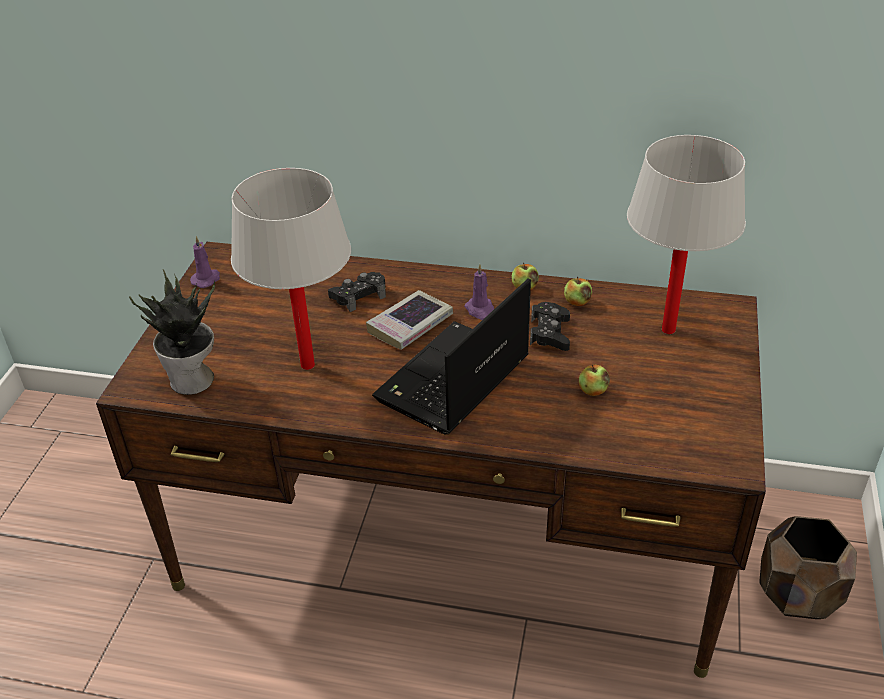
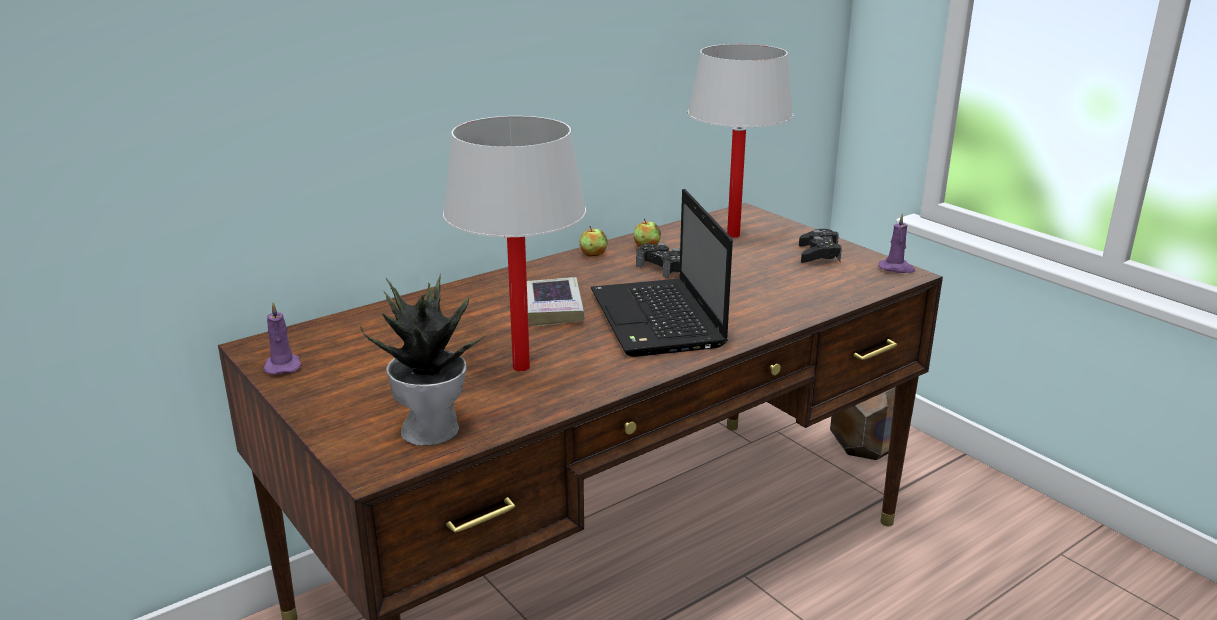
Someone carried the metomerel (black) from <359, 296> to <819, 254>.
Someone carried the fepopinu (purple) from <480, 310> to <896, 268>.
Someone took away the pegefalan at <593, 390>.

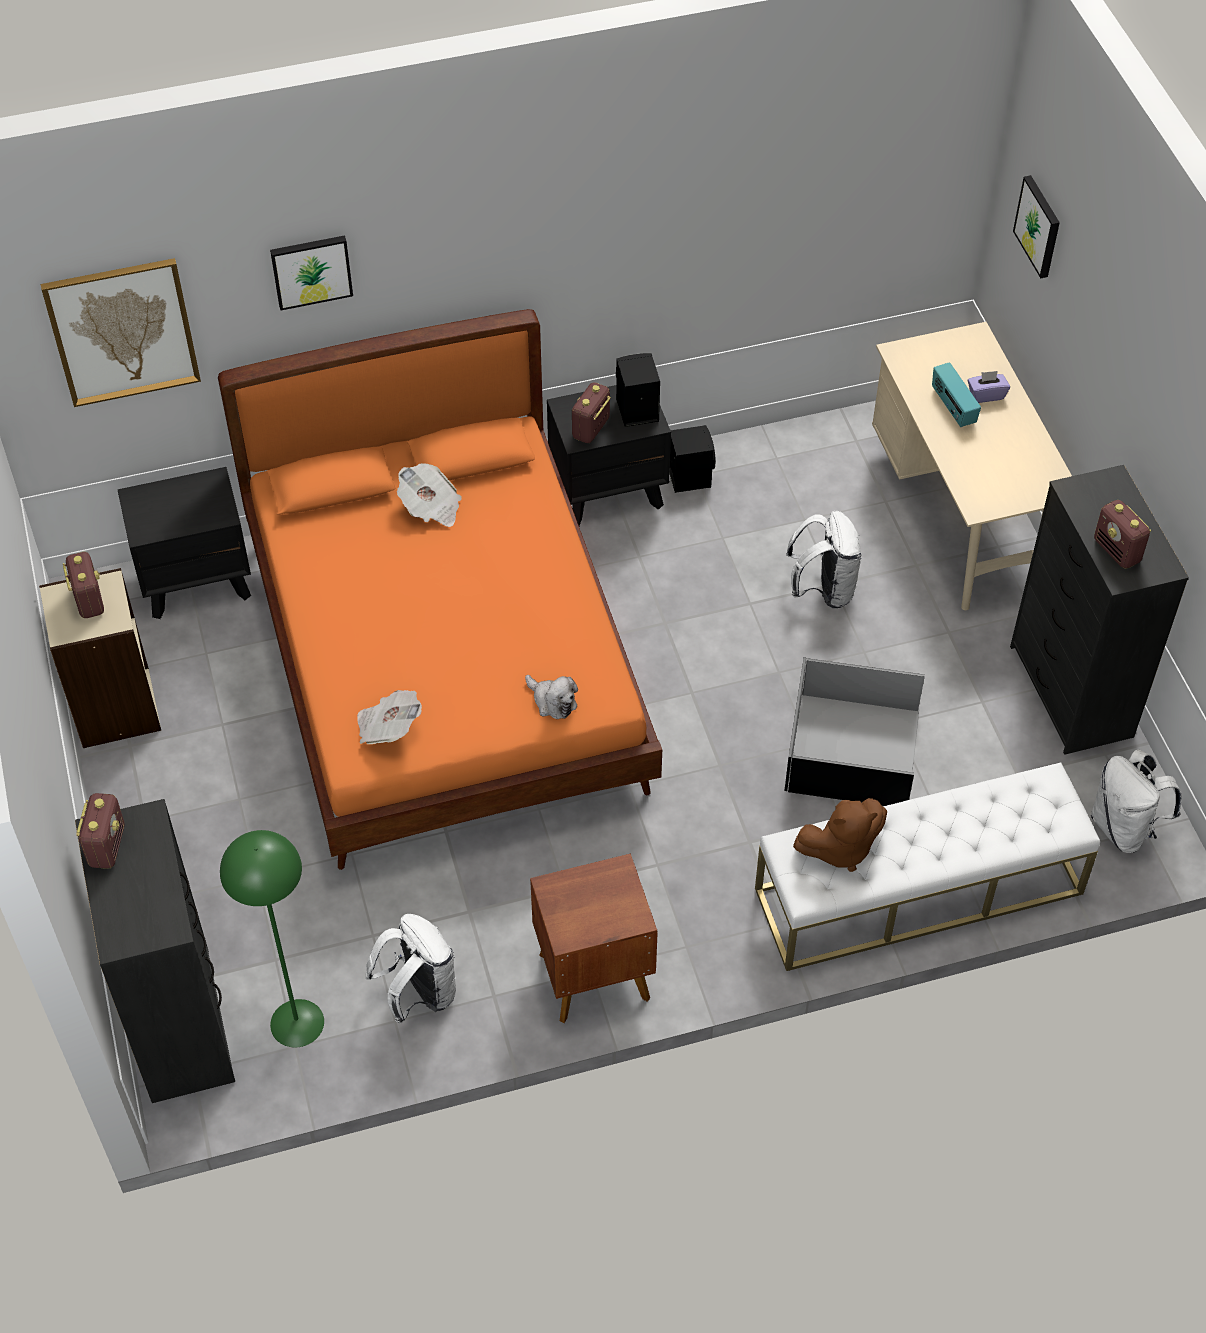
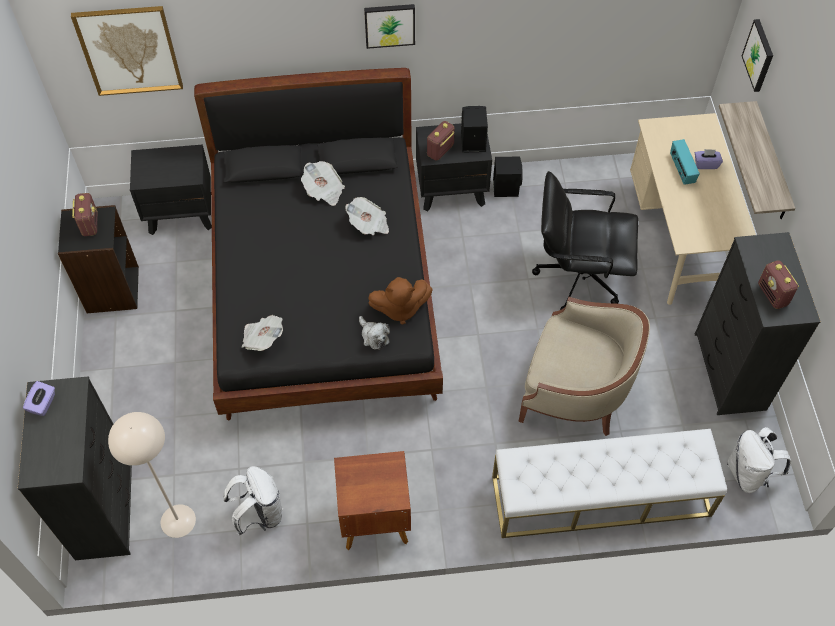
Someone repainted the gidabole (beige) at <114, 708>, which became the gidabole (black) at <112, 289>.
Someone swapped the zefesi at <107, 845> for the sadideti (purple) at <43, 404>.
Someone repainted the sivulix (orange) at <447, 666>, which became the sivulix (black) at <324, 292>.
Someone repainted the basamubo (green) at <296, 1023>, which became the basamubo (beige) at <177, 520>.
Someone carried the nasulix from <311, 270> to <389, 24>.
Someone swapped the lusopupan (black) at <852, 752> for the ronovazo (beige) at <575, 391>.
Someone swapped the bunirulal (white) at <823, 589> for the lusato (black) at <578, 276>.
Someone carried the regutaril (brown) from <840, 848> to <399, 308>.
Someone put down the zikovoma at <368, 224>.
Someone put up the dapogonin at <770, 164>.

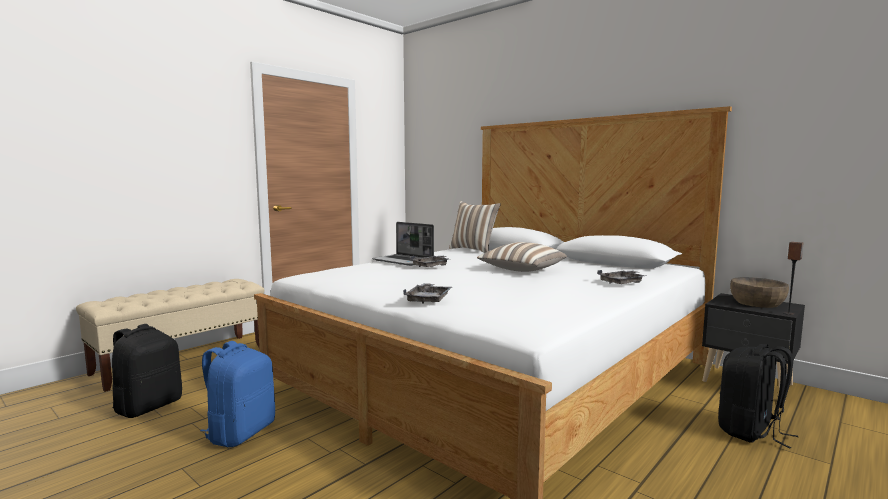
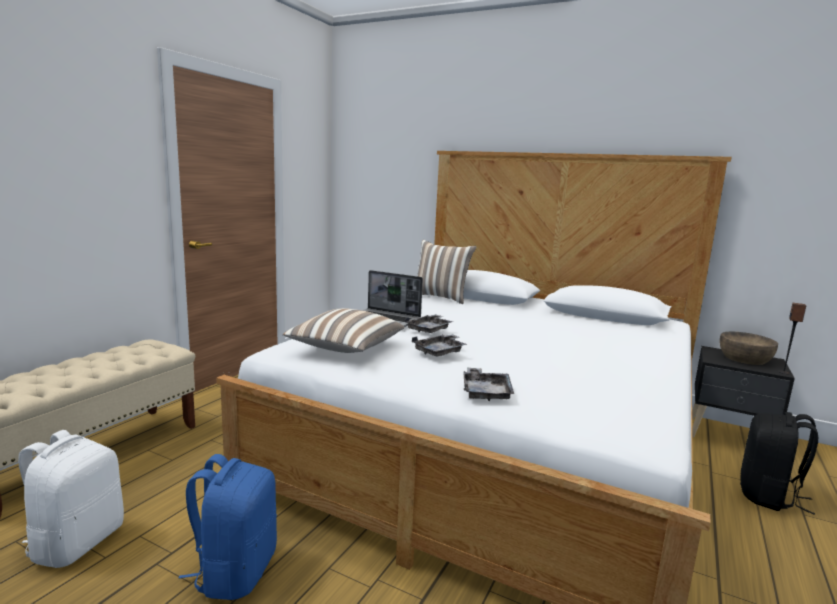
Someone repainted the bunirulal (black) at <149, 406>, which became the bunirulal (white) at <77, 542>.
Someone carried the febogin from <521, 270> to <345, 348>.
Someone carried the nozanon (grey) from <622, 283> to <440, 352>.

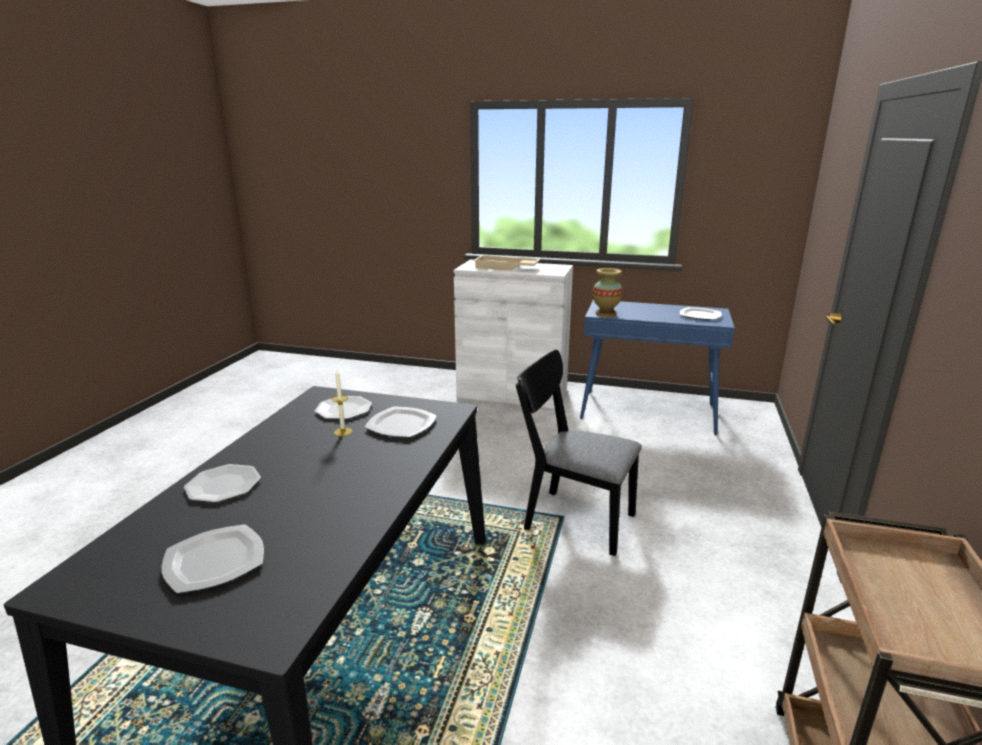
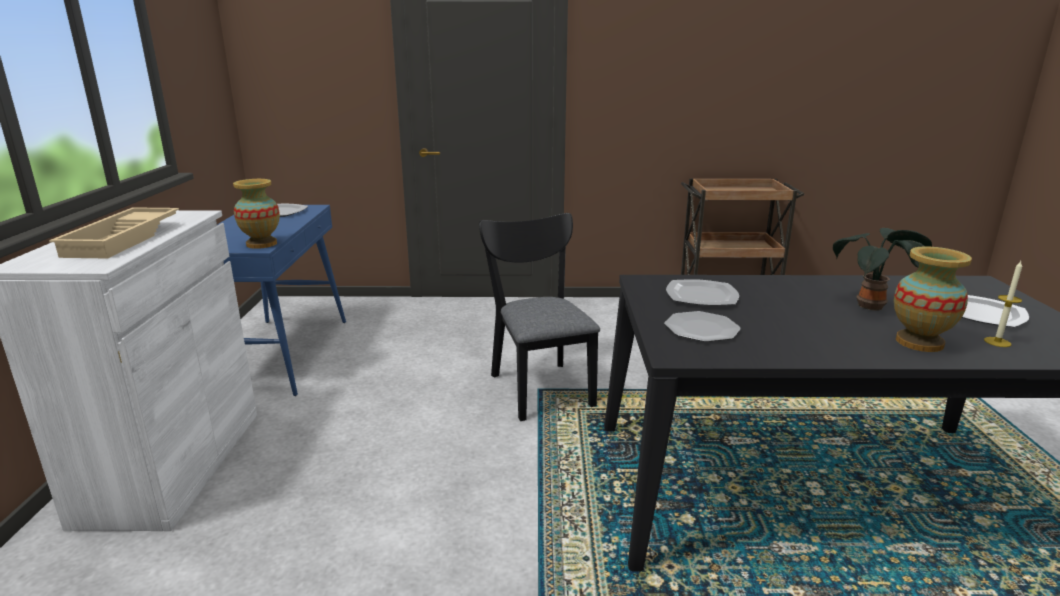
Someone swapped the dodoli at <223, 485> for the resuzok at <919, 343>.
Someone carried the fepopinu from <343, 432> to <997, 342>.
Someone rotated the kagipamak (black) at <571, 519> by 150 degrees clockwise.
Someone put down the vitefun at <873, 307>.

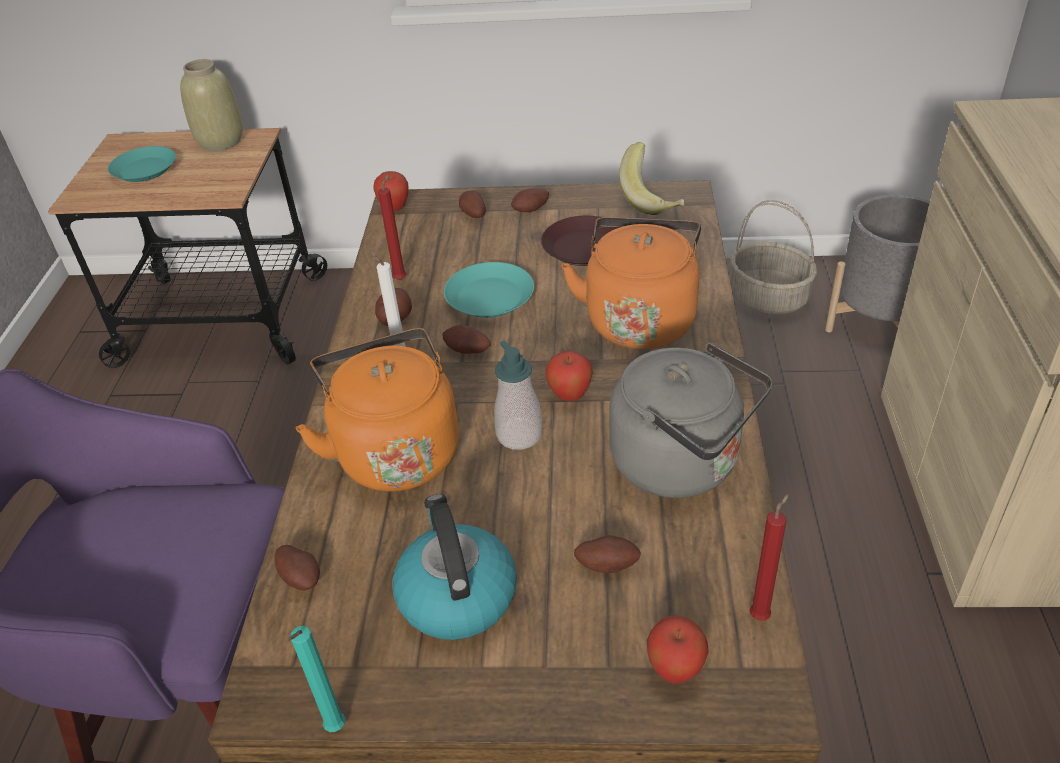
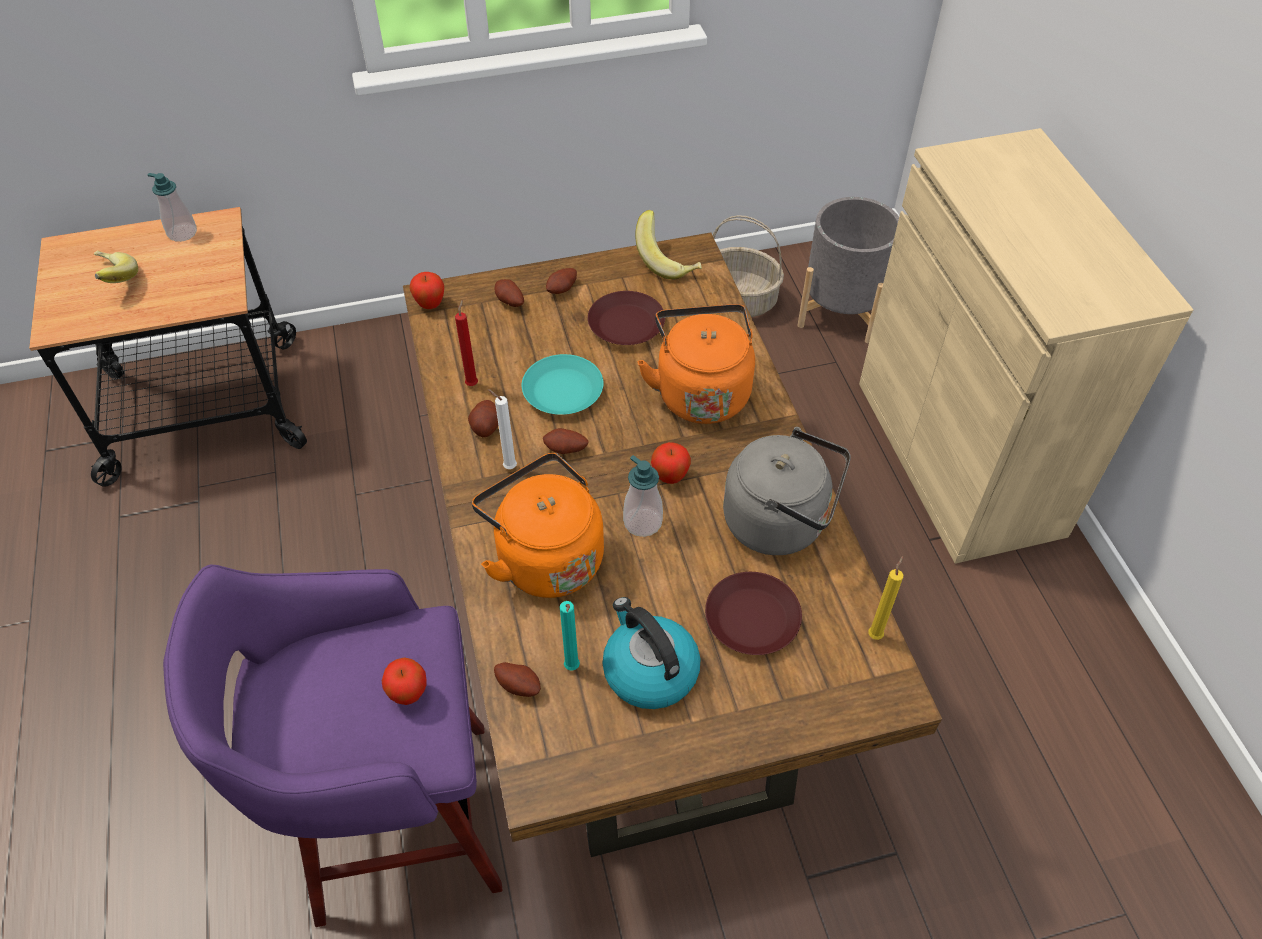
Someone swapped the dodoli (turquoise) at <145, 169> for the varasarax at <113, 280>.
Someone swapped the resuzok (beige) at <221, 142> for the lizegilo at <182, 233>.
Someone carried the fepopinu (turquoise) from <334, 730> to <572, 669>.
Someone swapped the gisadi at <607, 564> for the dodoli (brown) at <753, 619>.
Someone carried the pegefalan from <675, 670> to <409, 694>.
Someone repainted the fepopinu (red) at <761, 614>, which became the fepopinu (yellow) at <875, 634>.

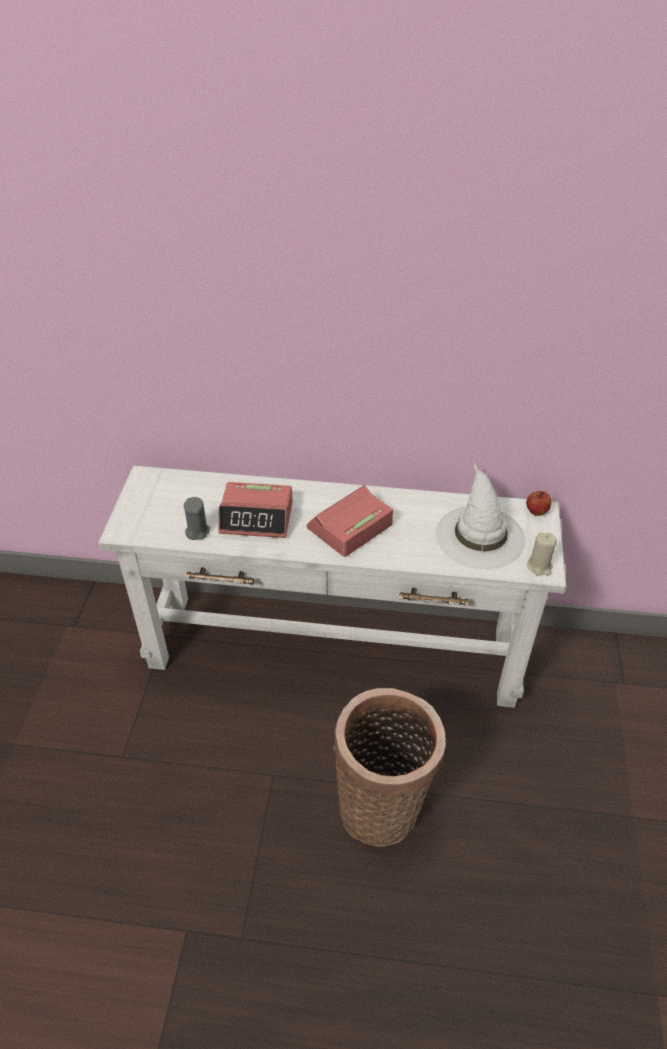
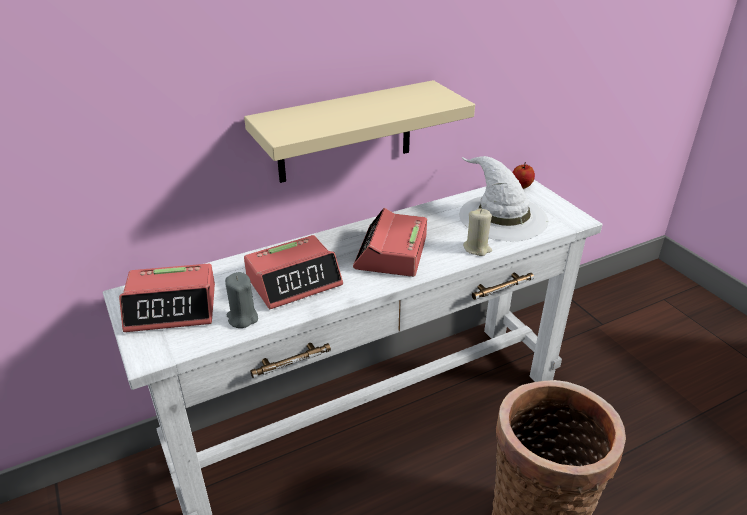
Someone carried the fepopinu (beige) from <539, 566> to <477, 248>.
Someone put down the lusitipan at <172, 307>.
Someone put up the dapogonin (beige) at <345, 132>.

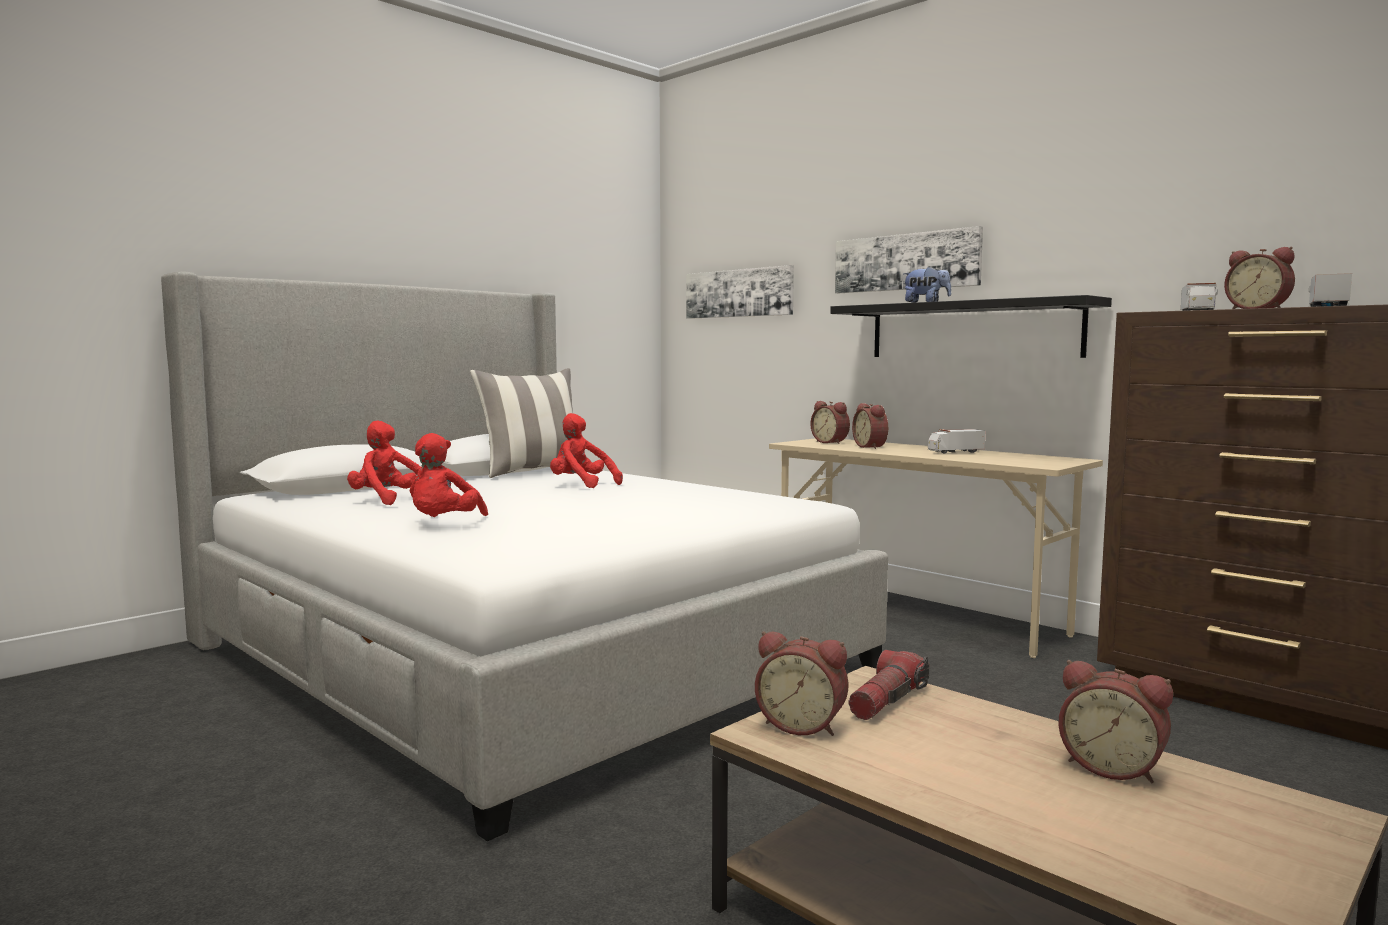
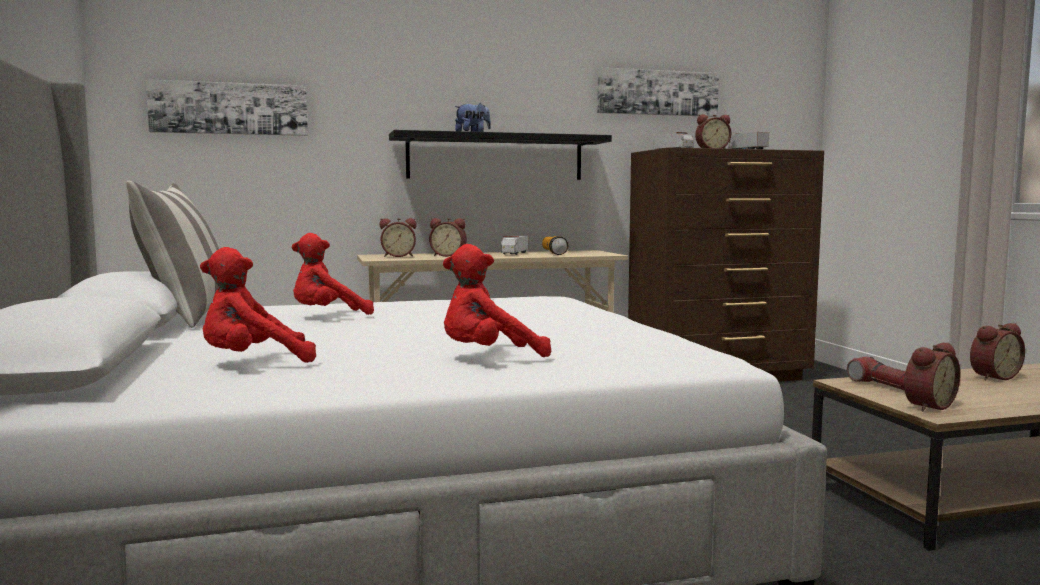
Someone rotated the regutaril (red) at <443, 525> by 120 degrees clockwise.
Someone carried the nasulix from <906, 262> to <657, 93>.
Someone put down the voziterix at <553, 253>.

